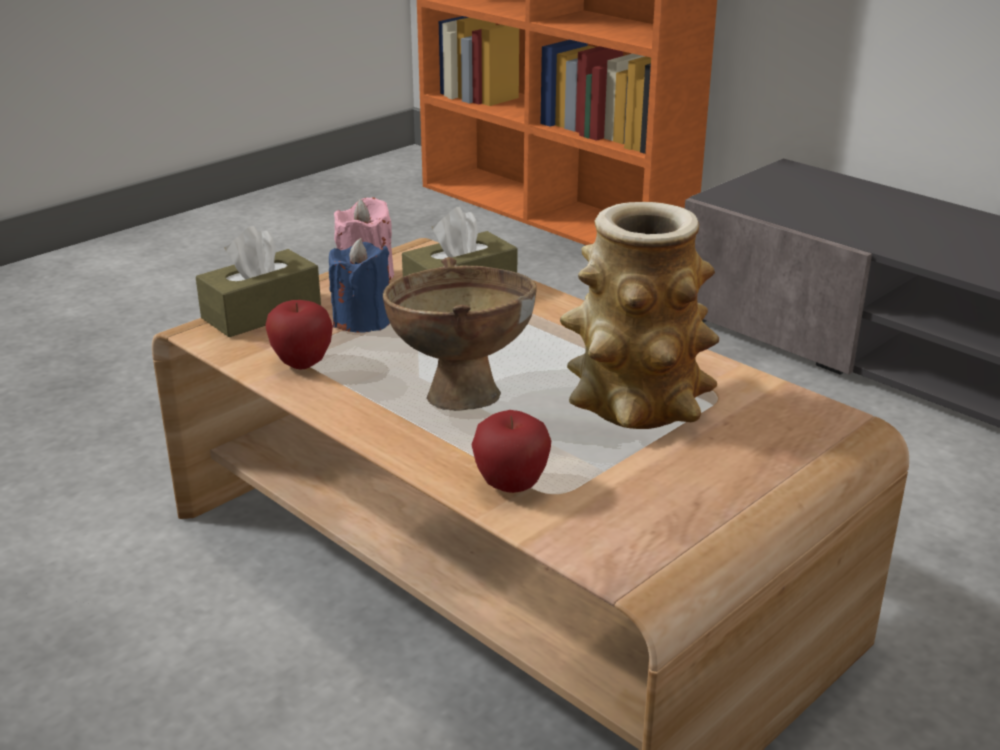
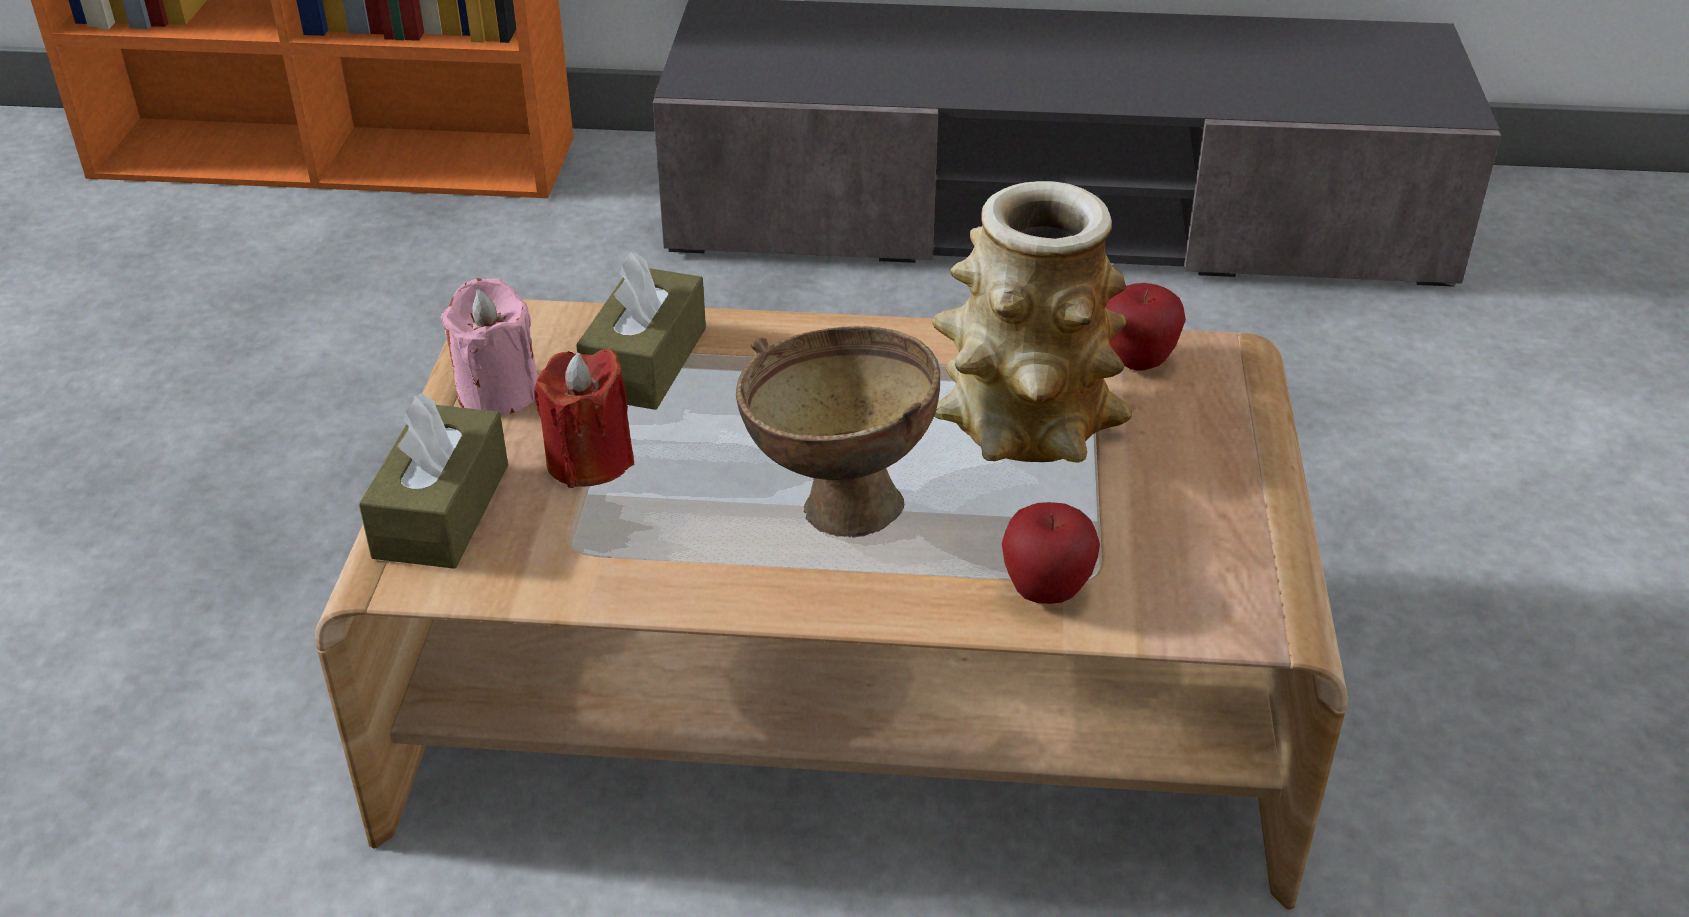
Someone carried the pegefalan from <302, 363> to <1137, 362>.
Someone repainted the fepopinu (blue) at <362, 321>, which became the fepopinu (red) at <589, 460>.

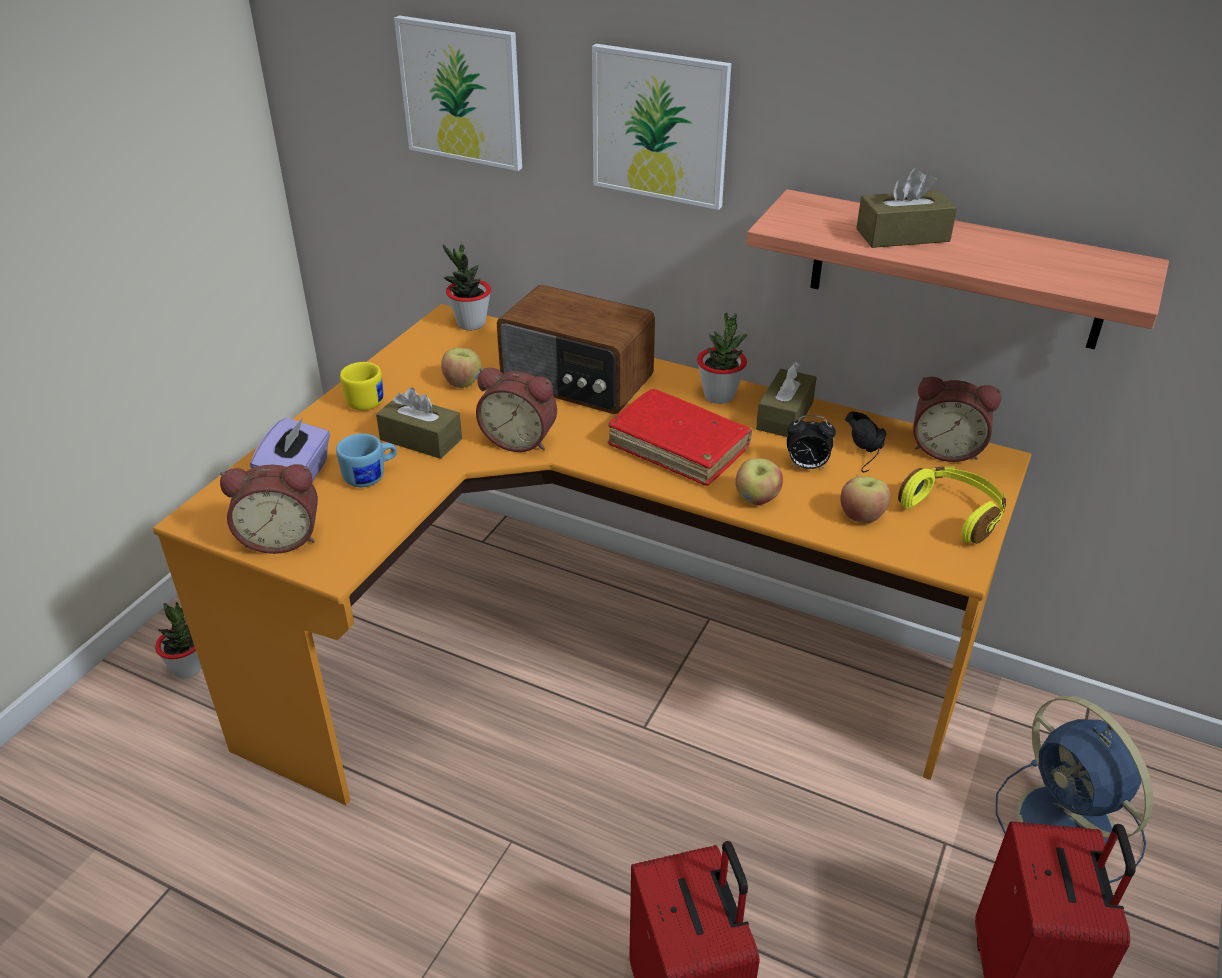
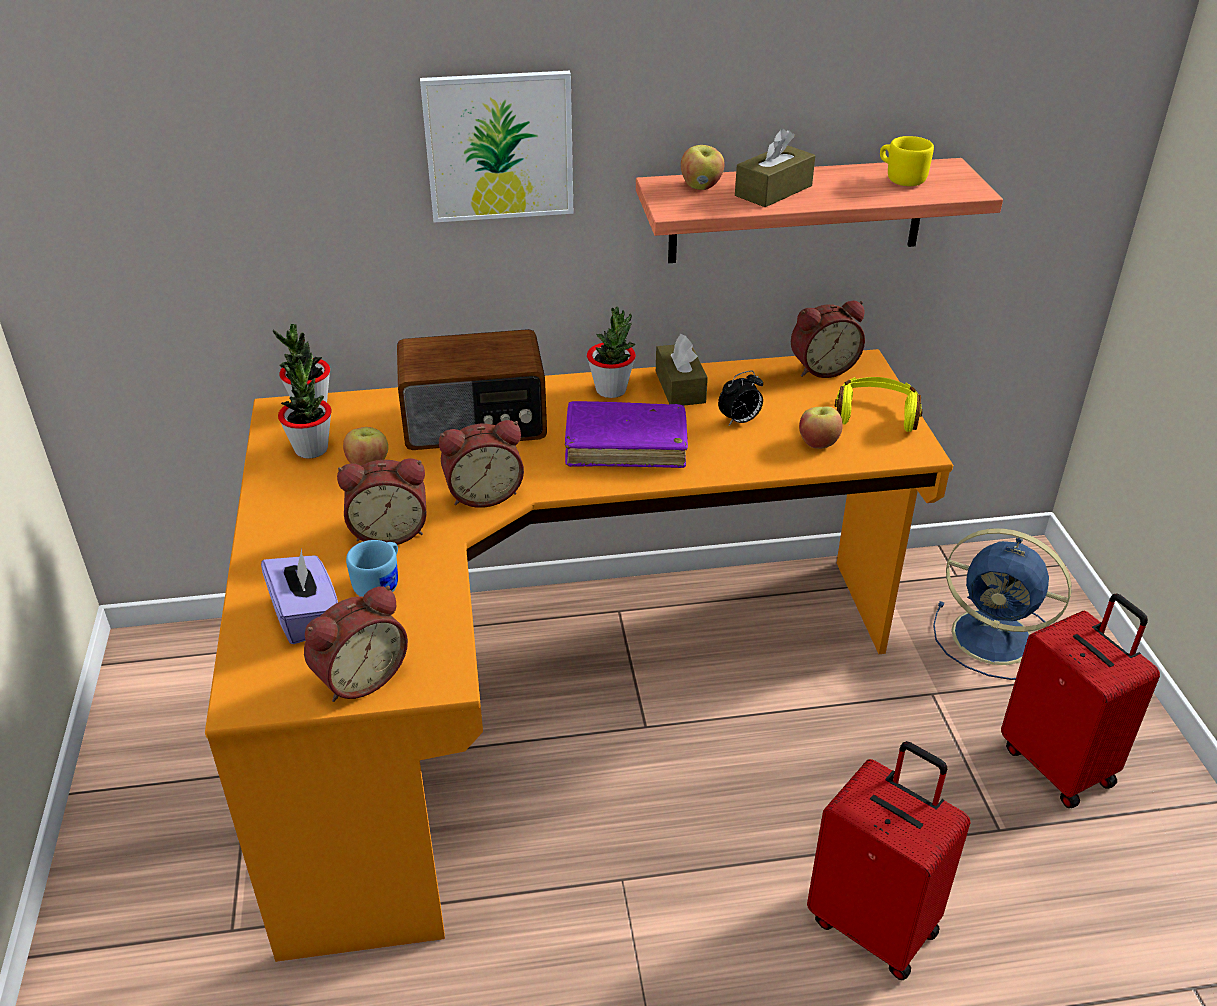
Someone carried the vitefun from <188, 668> to <311, 449>.
Someone carried the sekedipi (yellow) from <366, 399> to <901, 179>.
Someone swapped the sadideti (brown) at <421, 439> for the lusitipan at <389, 531>.
Someone took away the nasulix at <461, 93>.
Someone repainted the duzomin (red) at <678, 447>, which became the duzomin (purple) at <626, 446>.
Someone carried the pegefalan from <757, 499> to <701, 186>.
Someone took away the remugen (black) at <869, 454>.

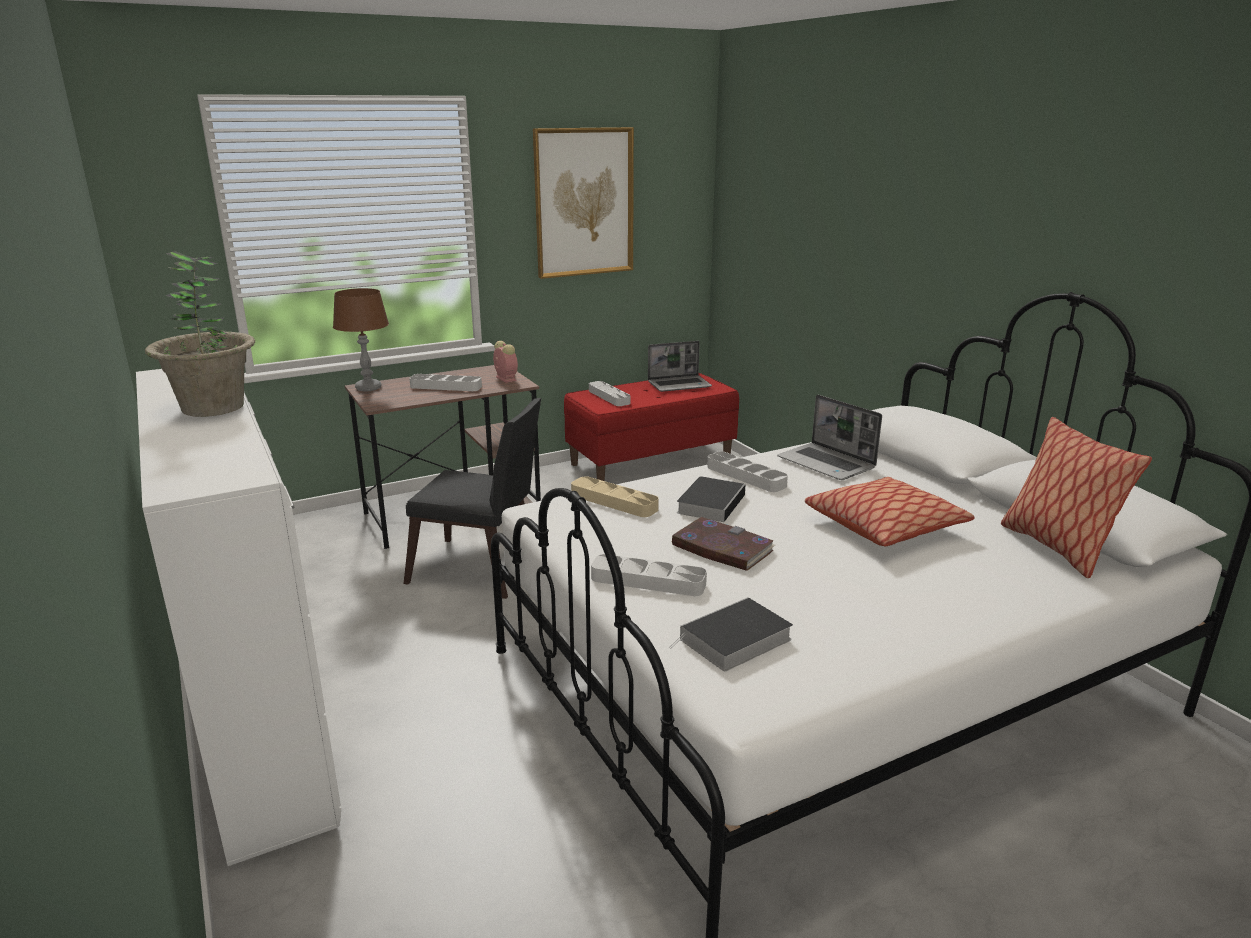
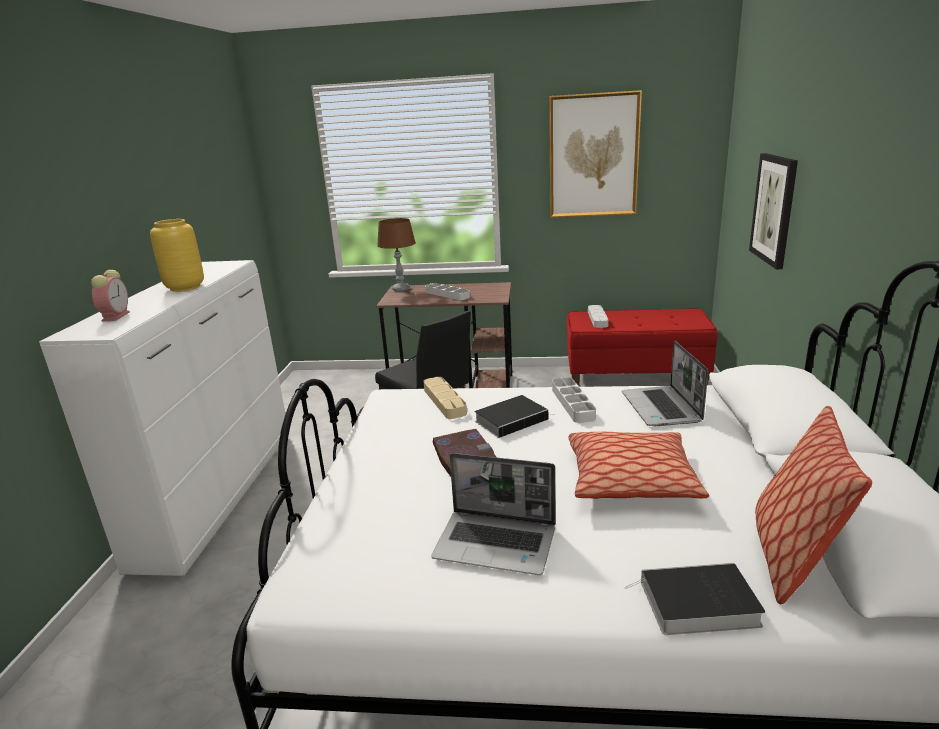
Someone swapped the vitefun at <213, 407> for the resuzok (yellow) at <184, 288>.
Someone carried the lusitipan from <505, 378> to <116, 316>.
Someone took away the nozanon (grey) at <648, 581>.
Someone carried the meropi from <679, 385> to <497, 543>.
Someone carried the duzomin from <734, 641> to <696, 605>.
Someone put up the nasulix at <774, 209>.

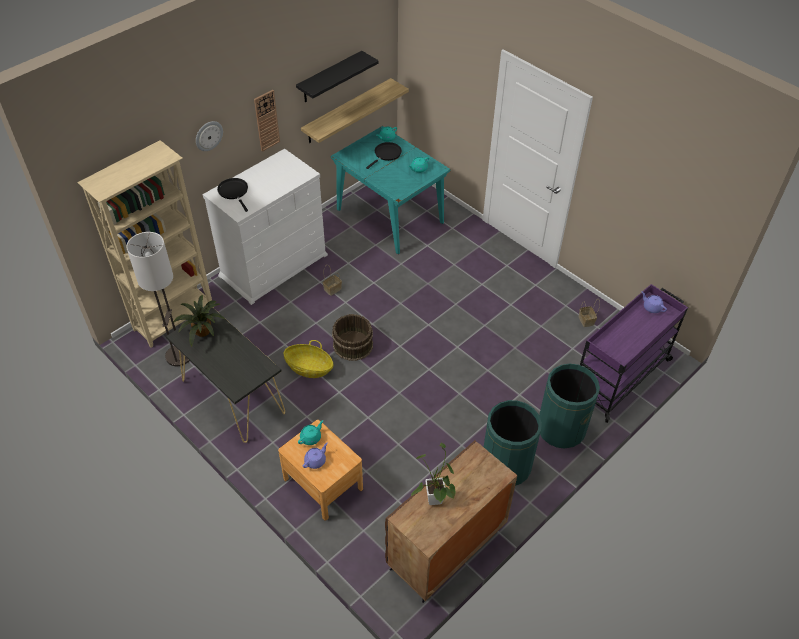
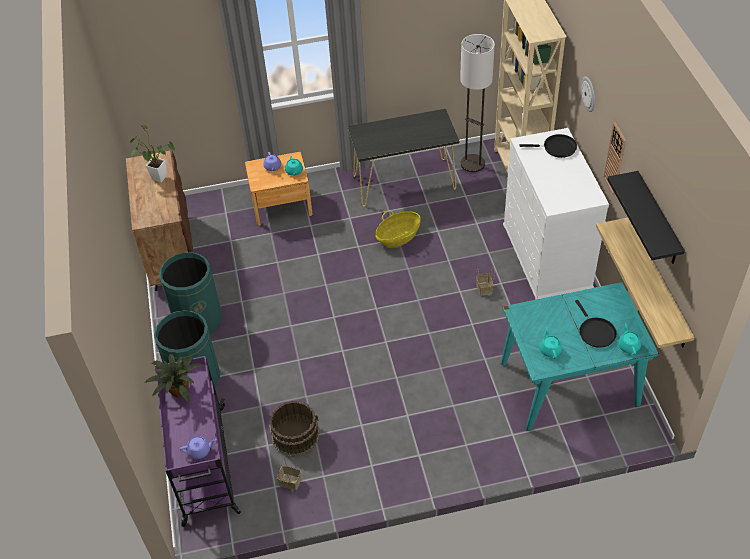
Someone carried the vitefun from <203, 332> to <177, 390>.
Someone carried the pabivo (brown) from <352, 345> to <295, 435>.

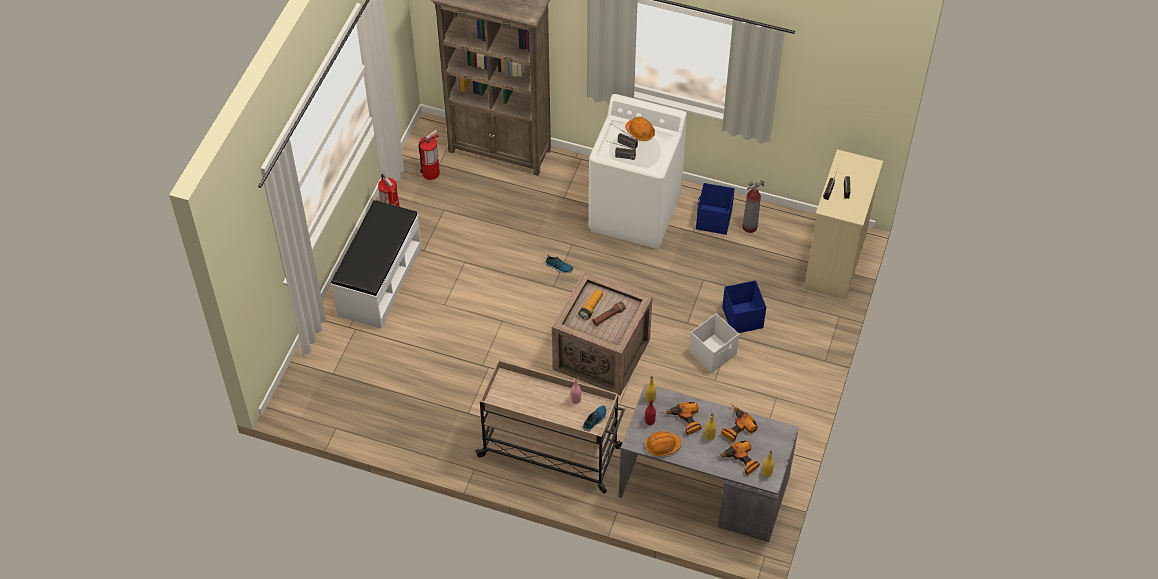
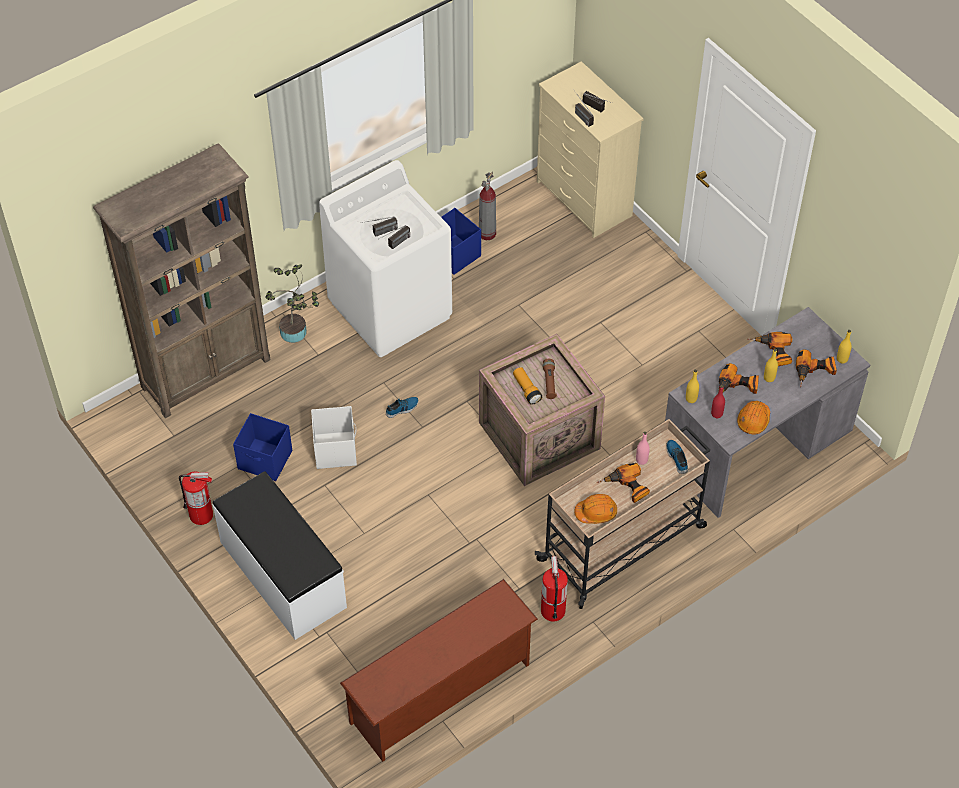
Someone carried the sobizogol from <431, 173> to <552, 610>.
Someone carried the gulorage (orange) from <640, 132> to <596, 512>.
Someone carried the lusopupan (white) from <713, 353> to <335, 449>.
Someone carried the lusopupan (blue) from <742, 318> to <265, 460>.
Someone put down the vitefun at <296, 332>.
Someone put down the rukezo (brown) at <441, 694>.
Someone put down the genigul at <626, 488>.

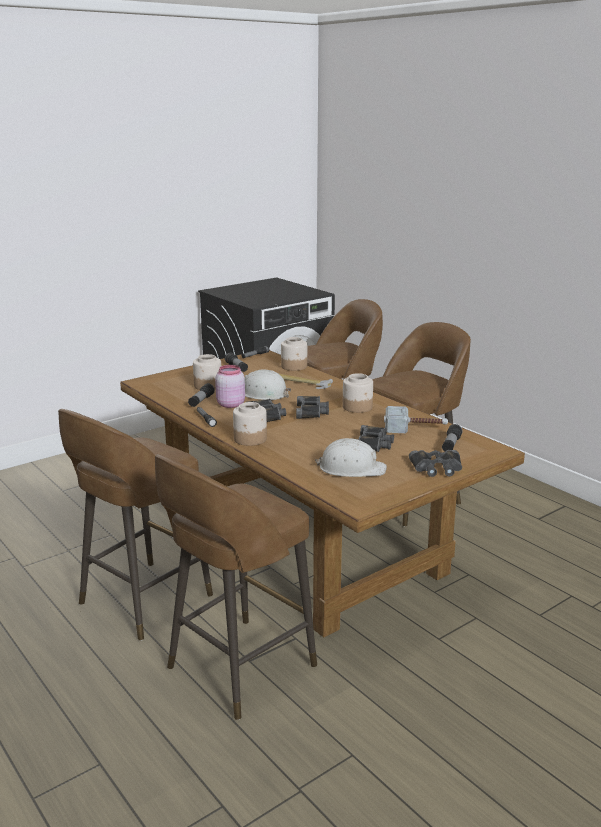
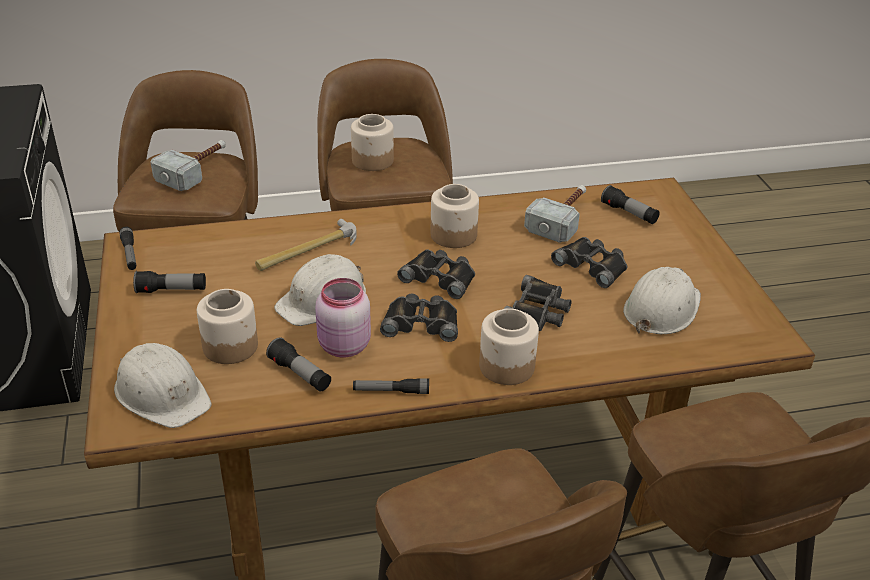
Someone carried the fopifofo from <294, 366> to <373, 161>.
Someone carried the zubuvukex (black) from <436, 468> to <537, 311>.
Someone put down the gulorage (white) at <162, 393>.
Someone put down the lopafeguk at <196, 171>.

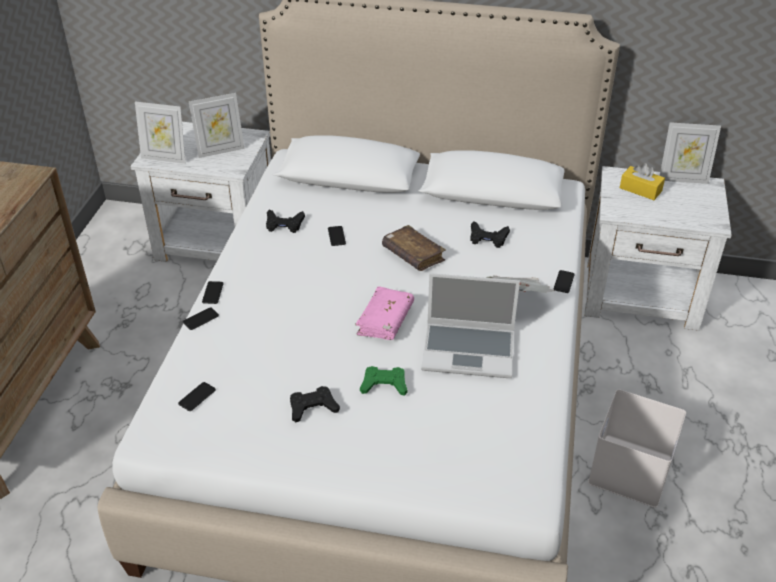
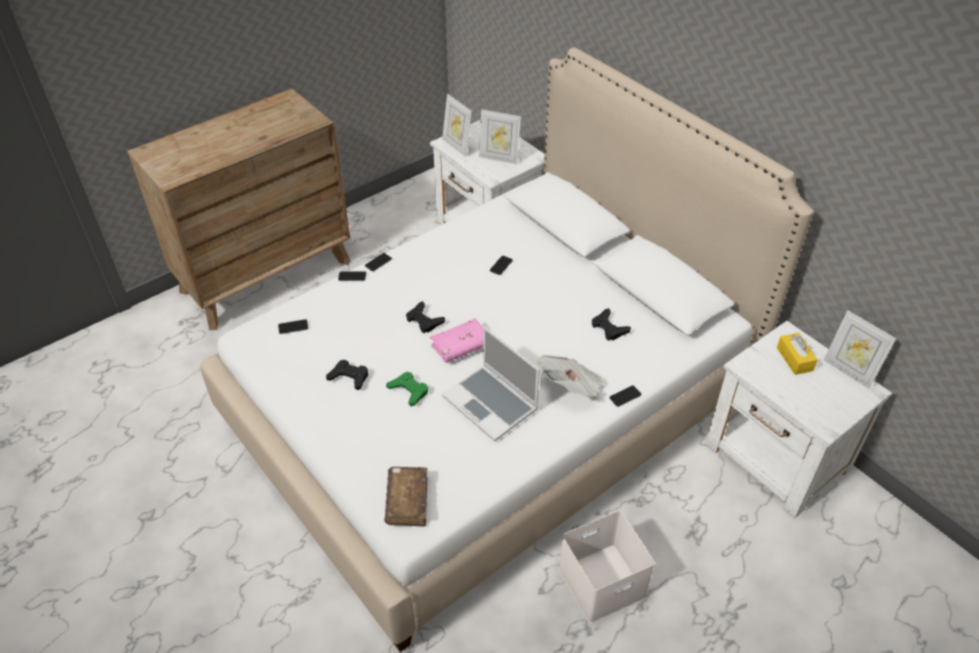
Someone carried the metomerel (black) from <284, 224> to <424, 320>.
Someone carried the duzomin (brown) from <413, 255> to <407, 501>.

